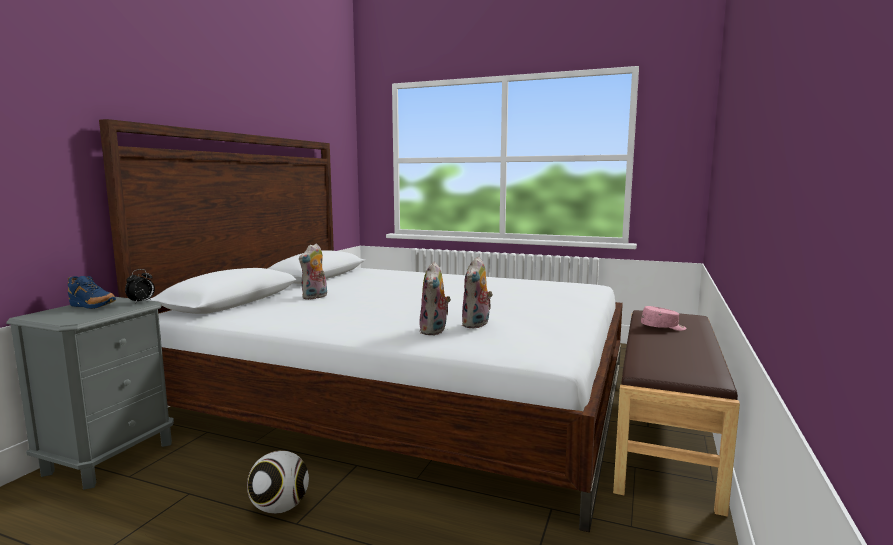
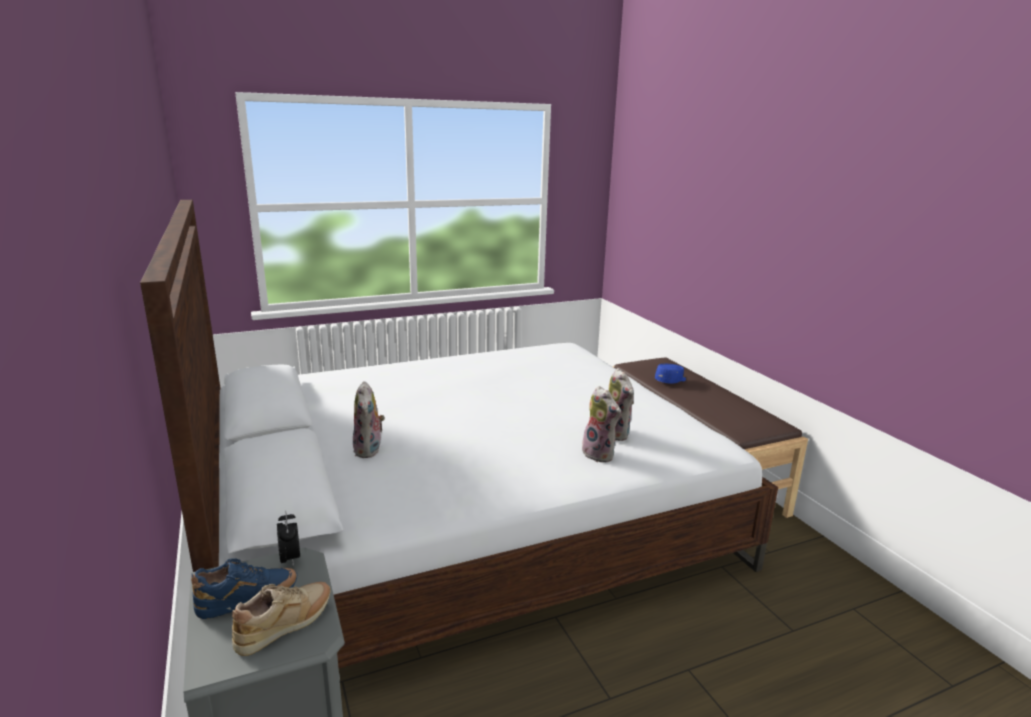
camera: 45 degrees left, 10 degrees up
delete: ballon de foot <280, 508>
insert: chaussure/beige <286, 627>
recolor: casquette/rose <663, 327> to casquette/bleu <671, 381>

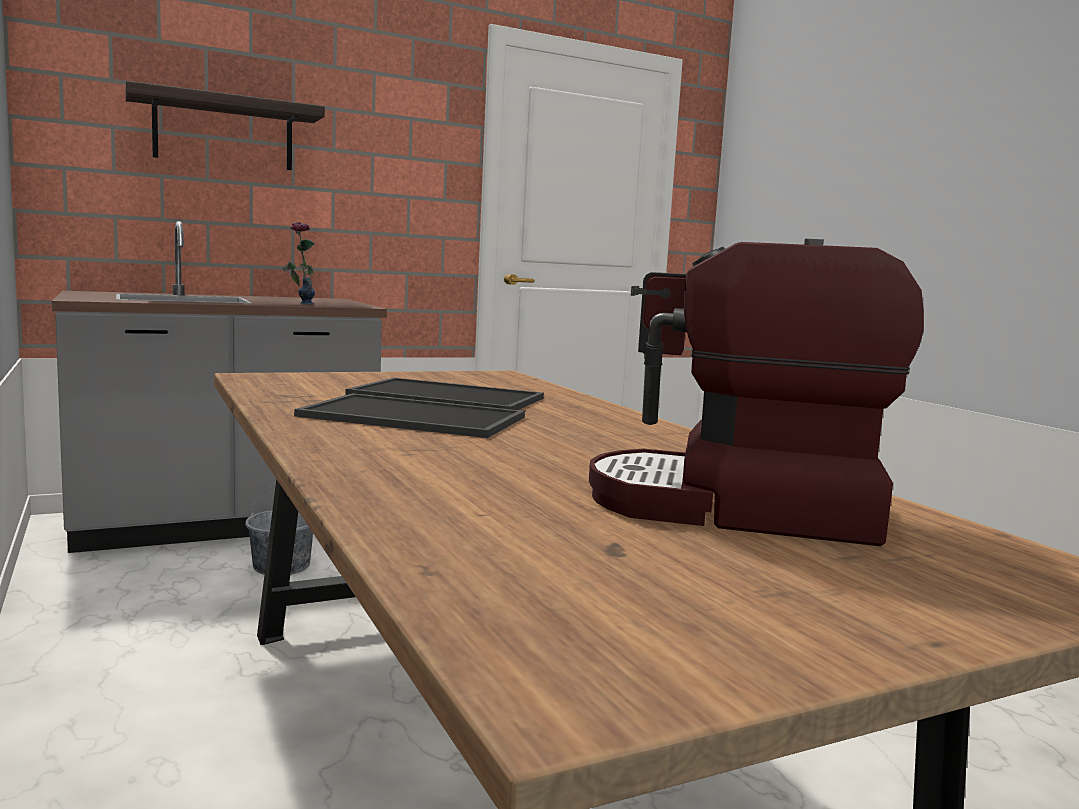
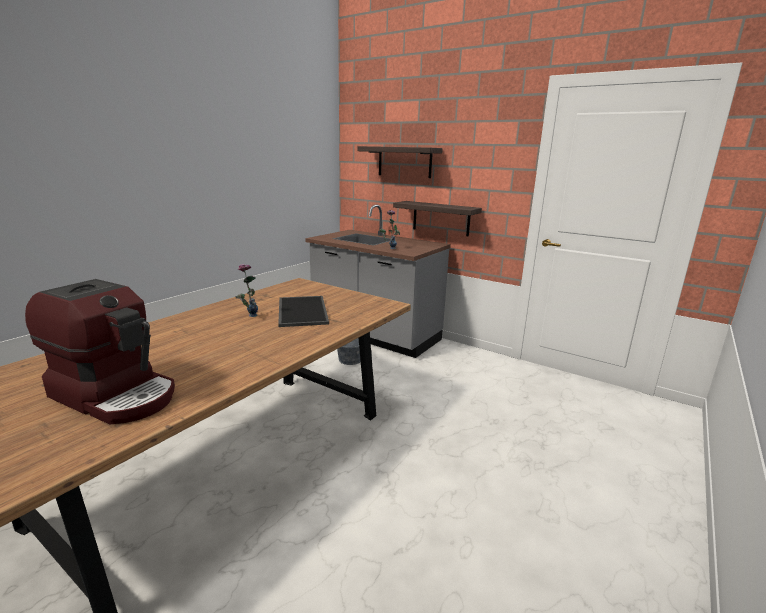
camera: 60 degrees right, 10 degrees up
insert: étagère <441, 218>
replace: plateau <416, 416> to vase <248, 317>
rotate: machine à café <737, 508> = <116, 394> 135 degrees clockwise

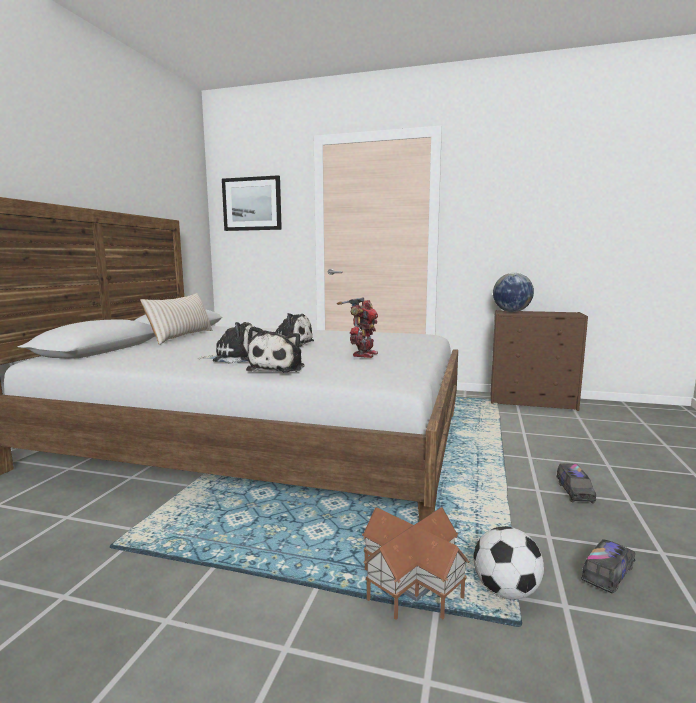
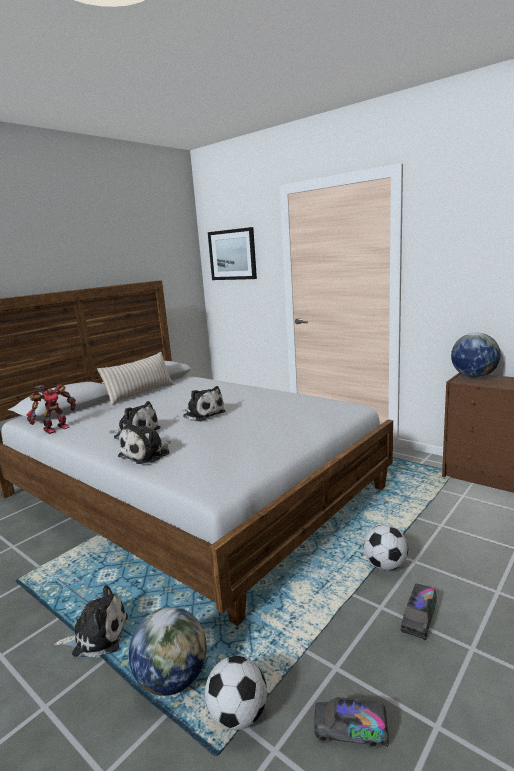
camera: 25 degrees right, 5 degrees up
insert: peluche <97, 635>; ballon de foot <385, 565>
move: robot jouet <363, 354> to <55, 428>
replace: maison miniature <412, 583> to globe <173, 679>
rotate: camion jouet <608, 574> = <350, 731> 150 degrees counterclockwise

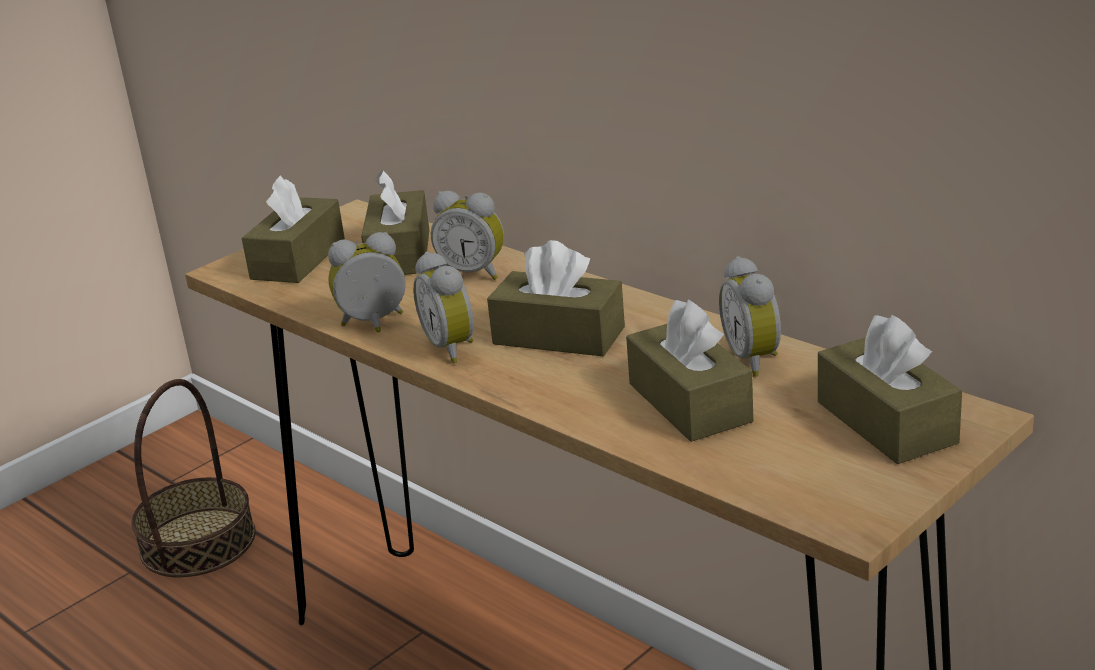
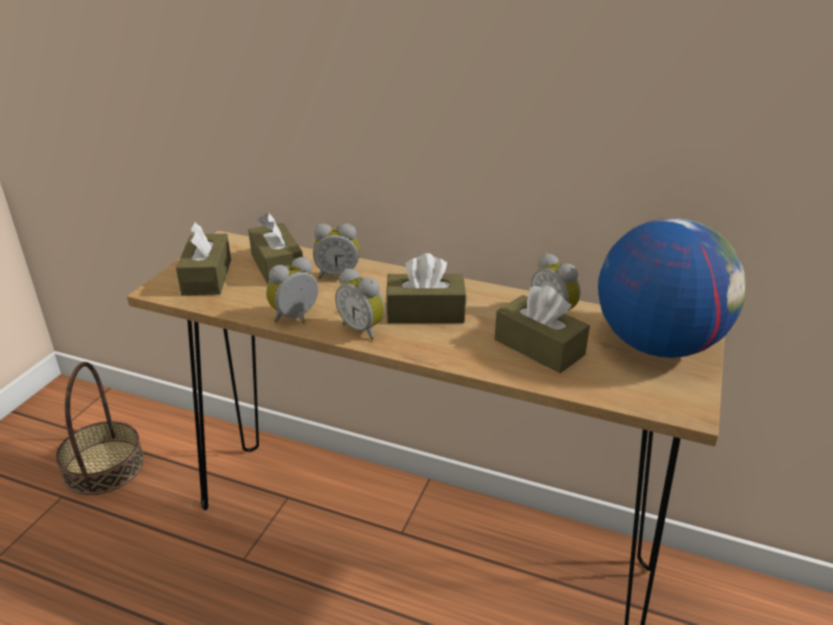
camera: 25 degrees left, 5 degrees up
replace: boîte à mouchoirs/marron <886, 422> to globe <656, 344>

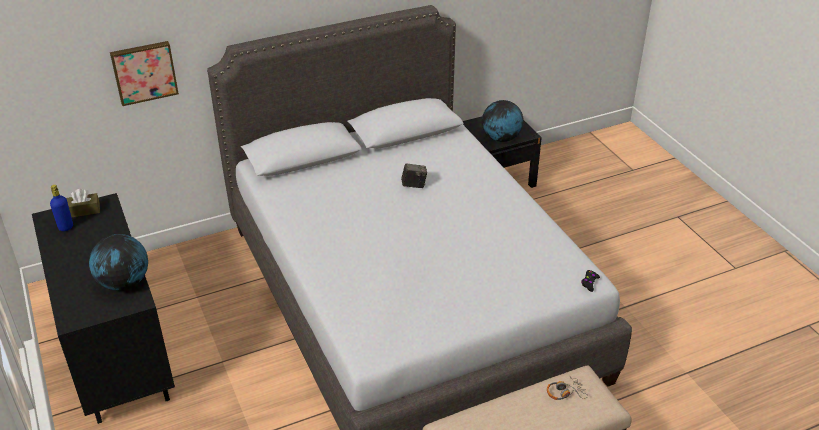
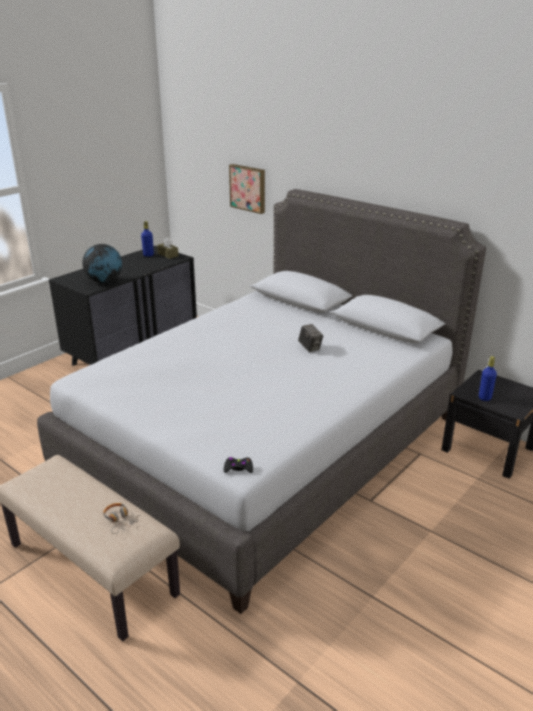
camera: 65 degrees right, 10 degrees down
replace: globe <501, 138> to bouteille/bleu <484, 398>

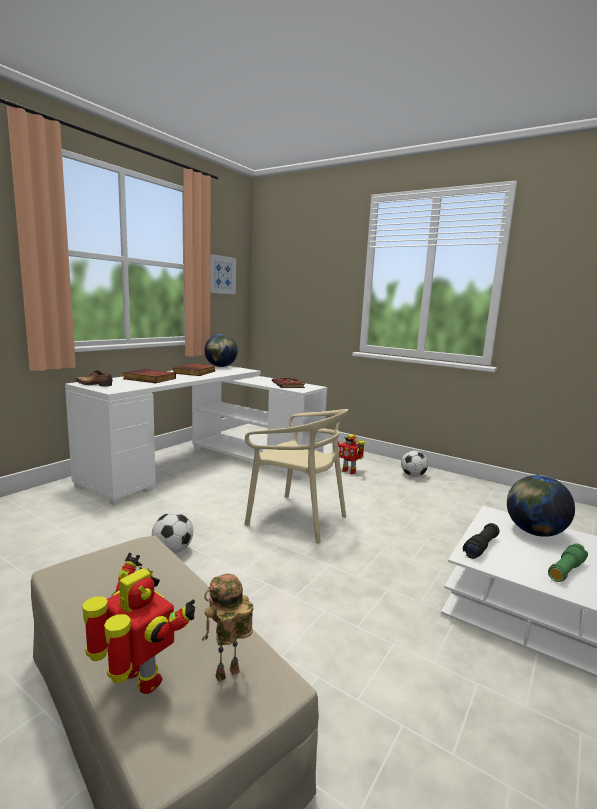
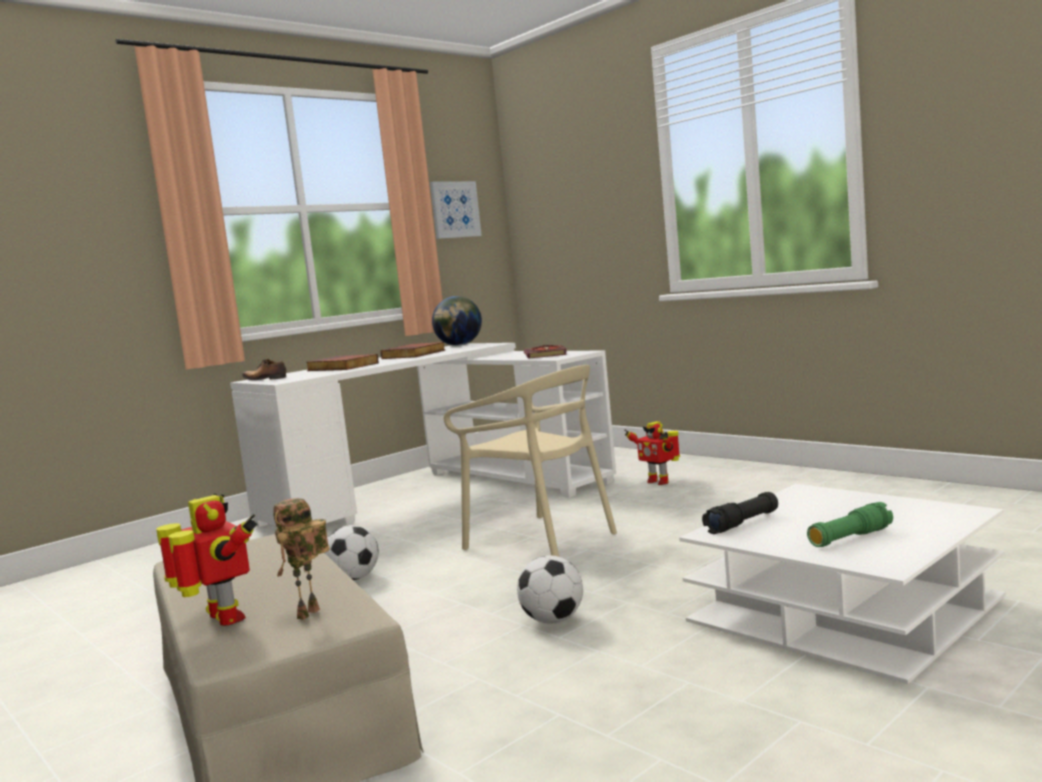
camera: 15 degrees right, 5 degrees down
delete: globe <534, 532>
move: ballon de foot <413, 476> to <553, 620>
rotate: robot jouet <227, 677> = <309, 615> 45 degrees counterclockwise

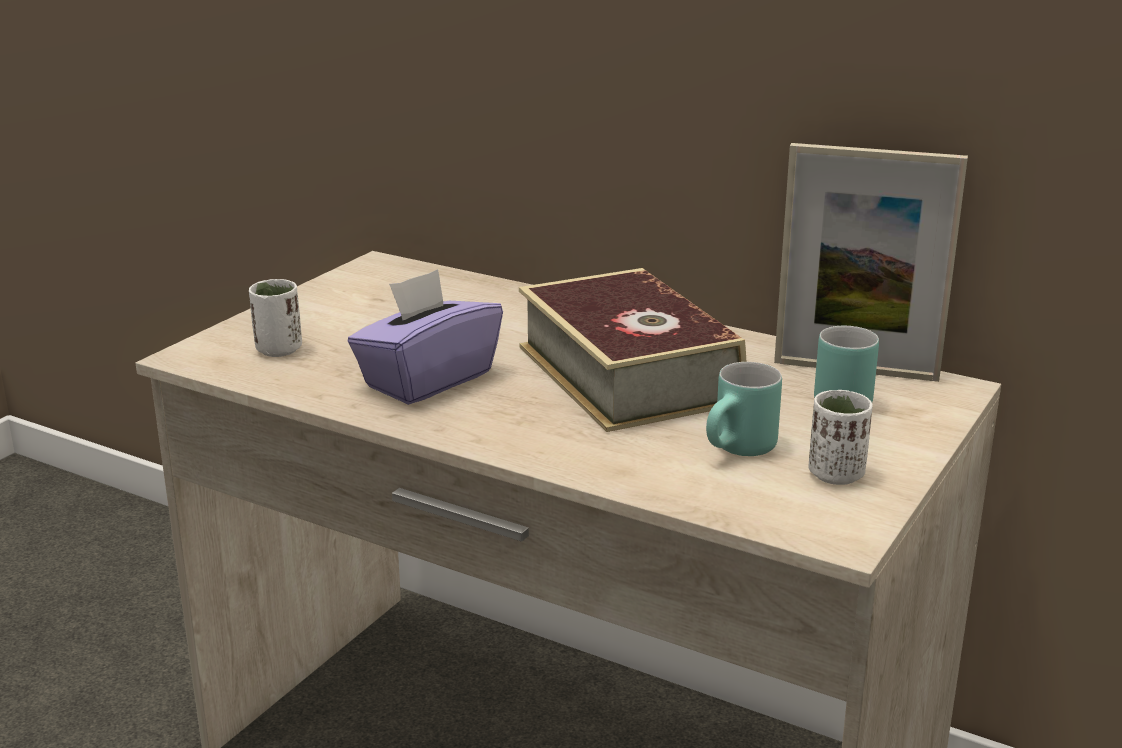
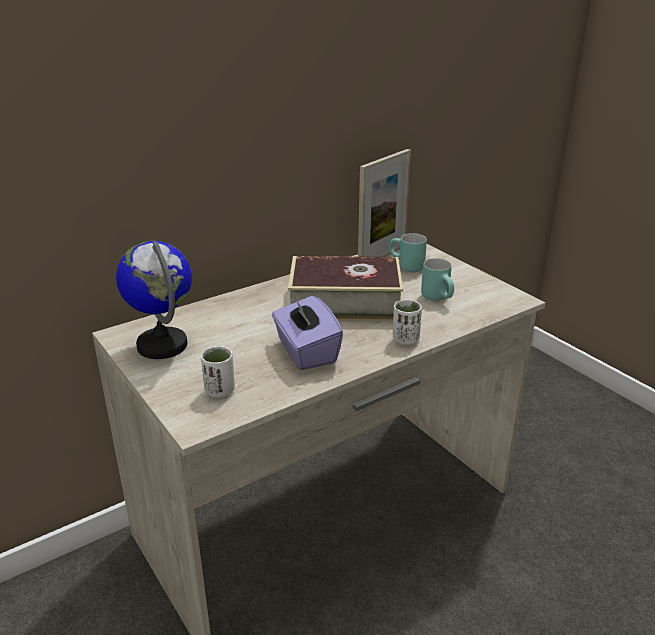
camera: 65 degrees left, 5 degrees up
insert: globe <162, 345>
move: tasse/blanc <836, 474> to <405, 340>

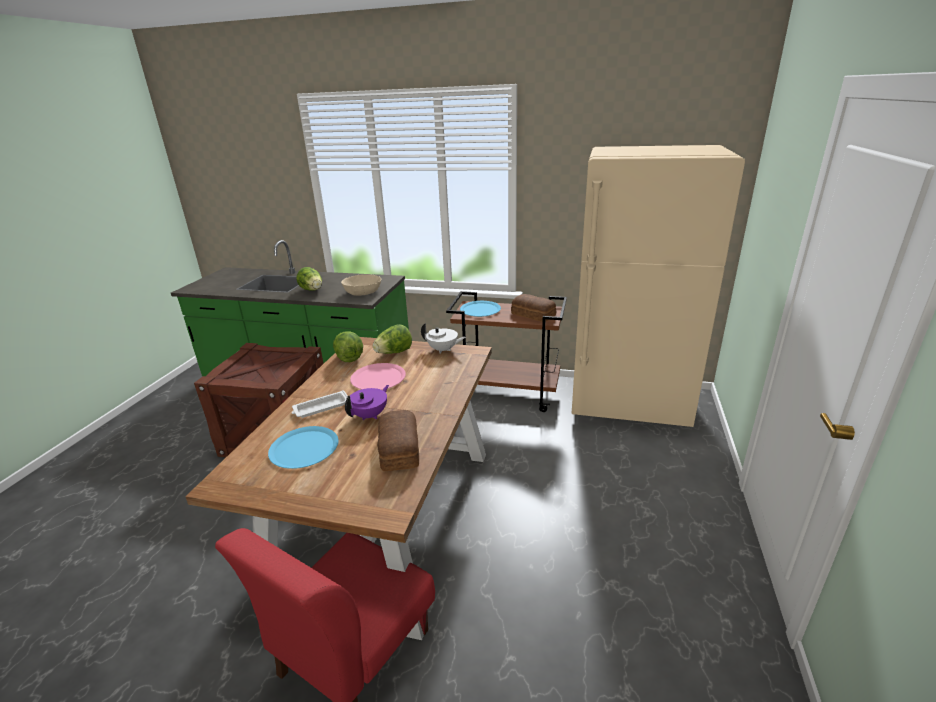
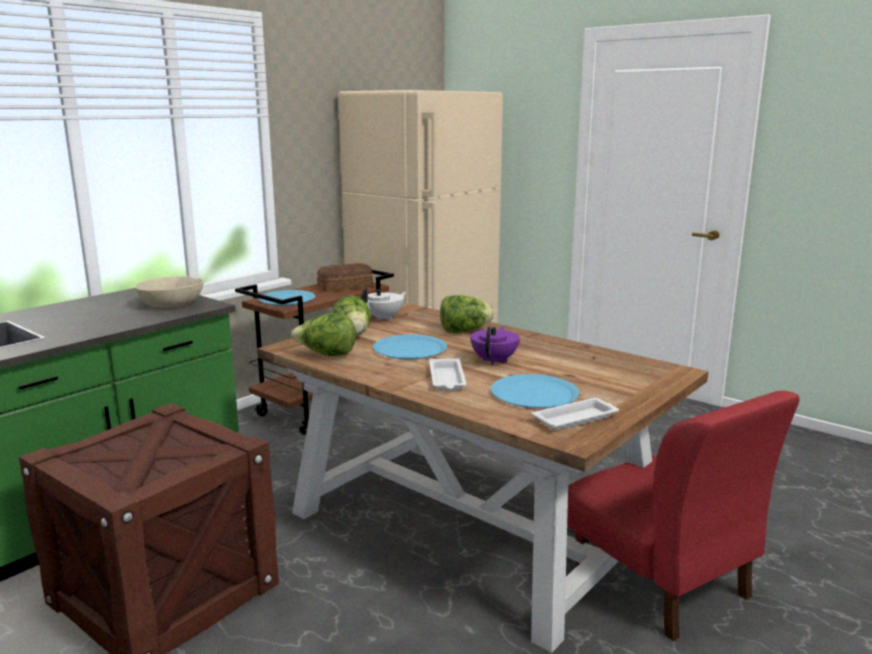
camera: 65 degrees left, 10 degrees down
delete: pain <398, 450>
insert: plateau/blanc <576, 418>
move: laitue <312, 290> to <464, 331>
recolor: assiette/rose <378, 378> to assiette/bleu <410, 349>
rotate: théière/violet <370, 415> = <495, 360> 45 degrees clockwise

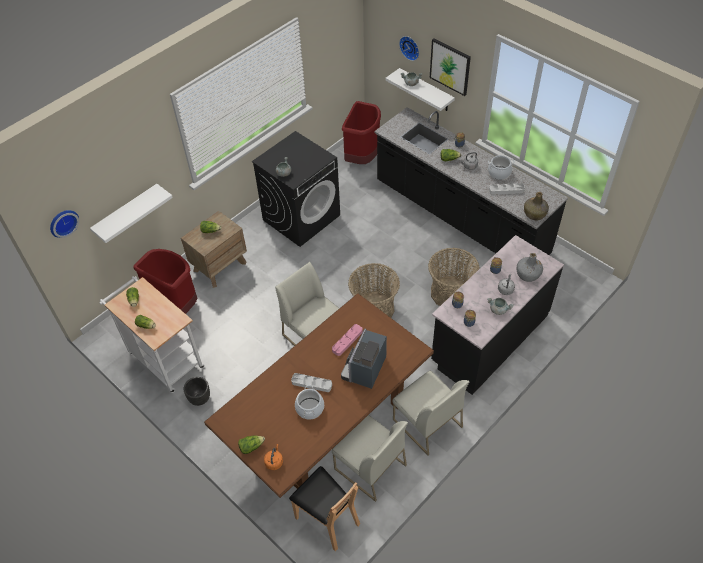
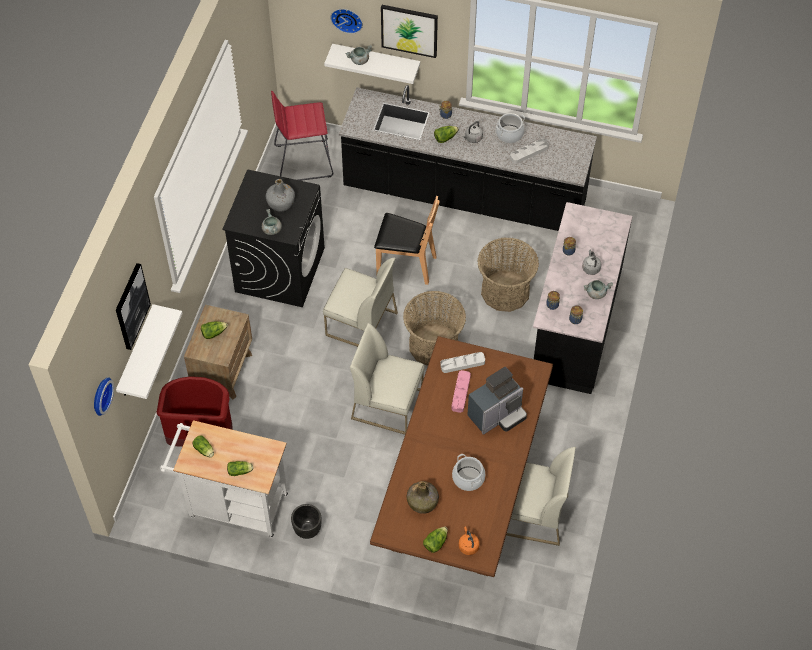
camera: 30 degrees left, 5 degrees up
insert: tableau <131, 306>
move: bouteille/gris <528, 274> to <281, 203>; chaise/blanc <426, 423> to <360, 324>; chaise/marron <327, 519> to <406, 265>; bouteille/vert <535, 214> to <422, 502>; plateau/gris <312, 383> to <462, 364>
replace: poubelle/rouge <362, 157> to tabouret/rouge <303, 161>
rotate: machine à café <364, 370> = <497, 415> 120 degrees counterclockwise

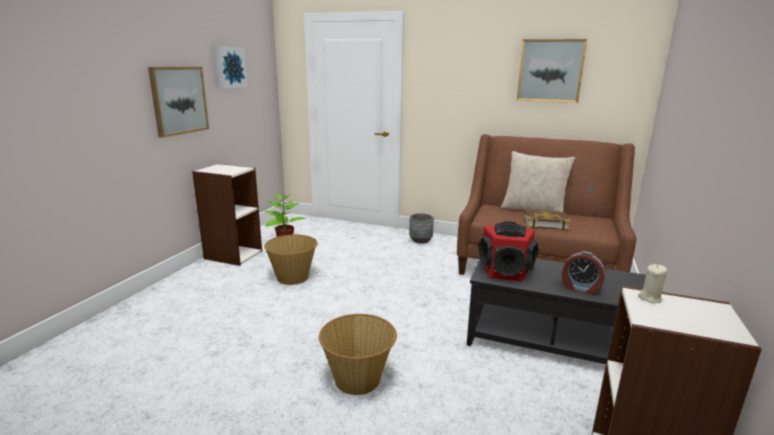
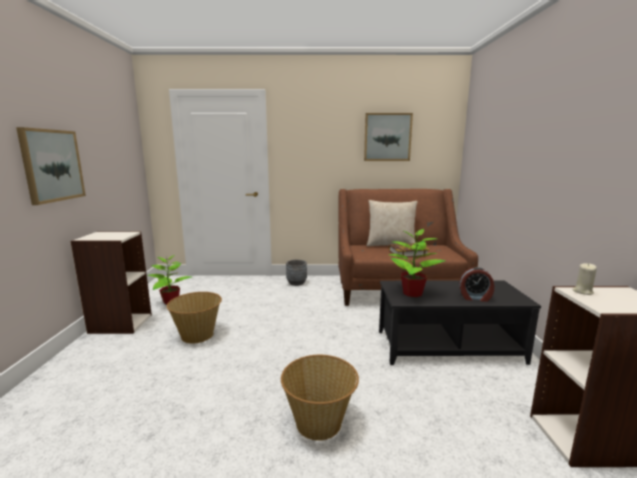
camera: 20 degrees left, 5 degrees down
delete: tableau <229, 67>
replace: enceinte <506, 270> to plante en pot <411, 293>

